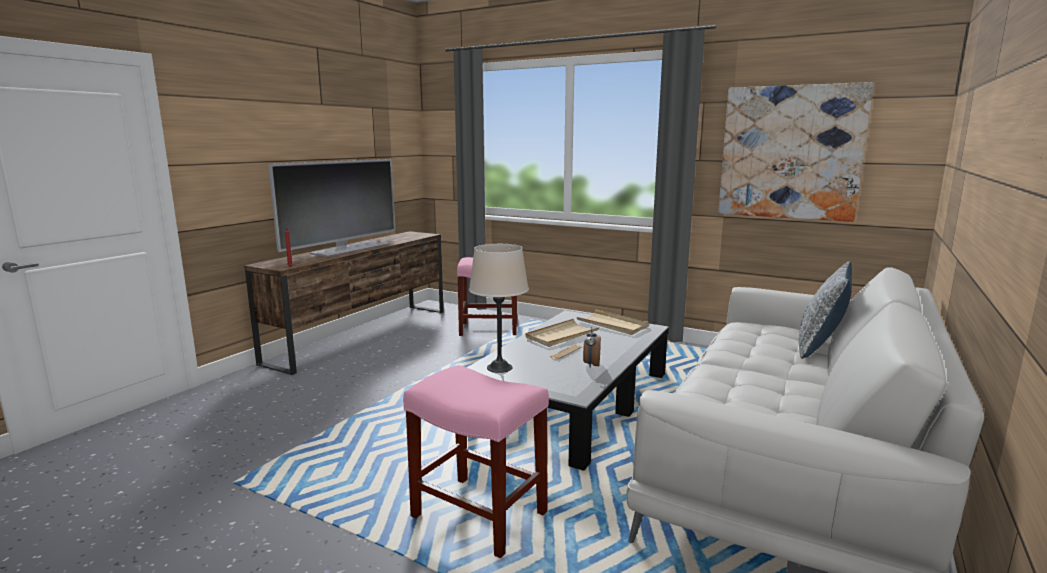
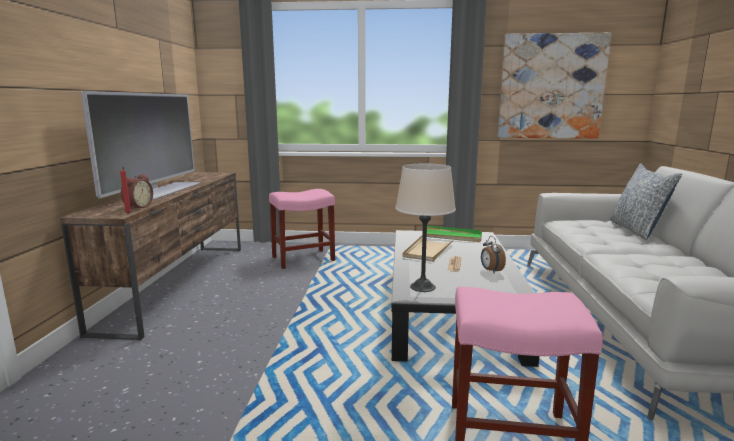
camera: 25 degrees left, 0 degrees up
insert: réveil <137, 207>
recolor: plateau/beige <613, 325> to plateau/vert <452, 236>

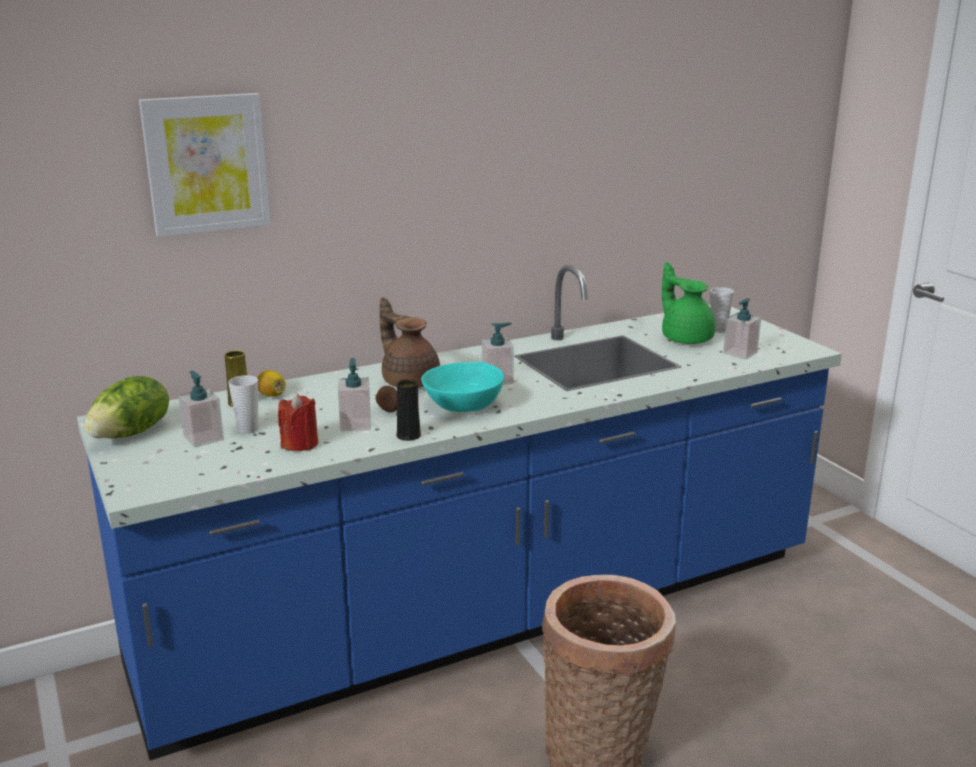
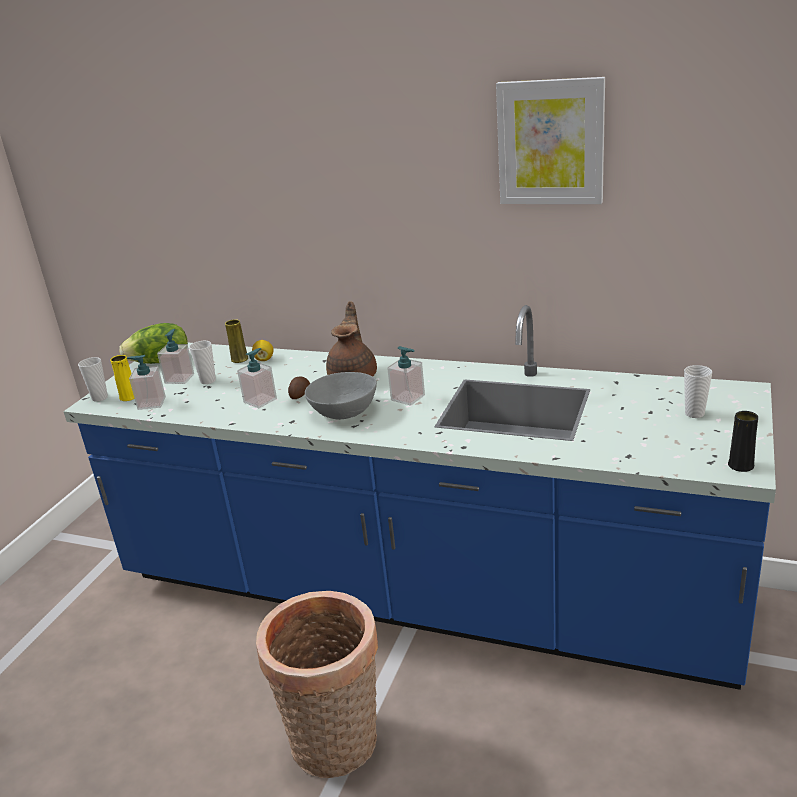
camera: 50 degrees right, 5 degrees up
delete: bougie/rouge <300, 444>; théière/vert <685, 338>
insert: tasse <100, 398>; vase/jaune <129, 397>
move: distributeur de savon <740, 353> to <151, 403>; tableau <206, 164> to <551, 142>; vase/noir <408, 435> to <740, 465>
recolor: bol/turquoise <463, 405> to bol/gris <343, 411>

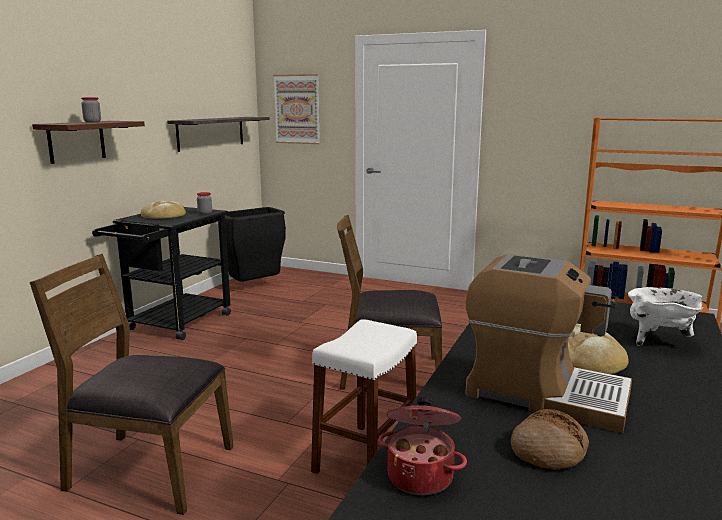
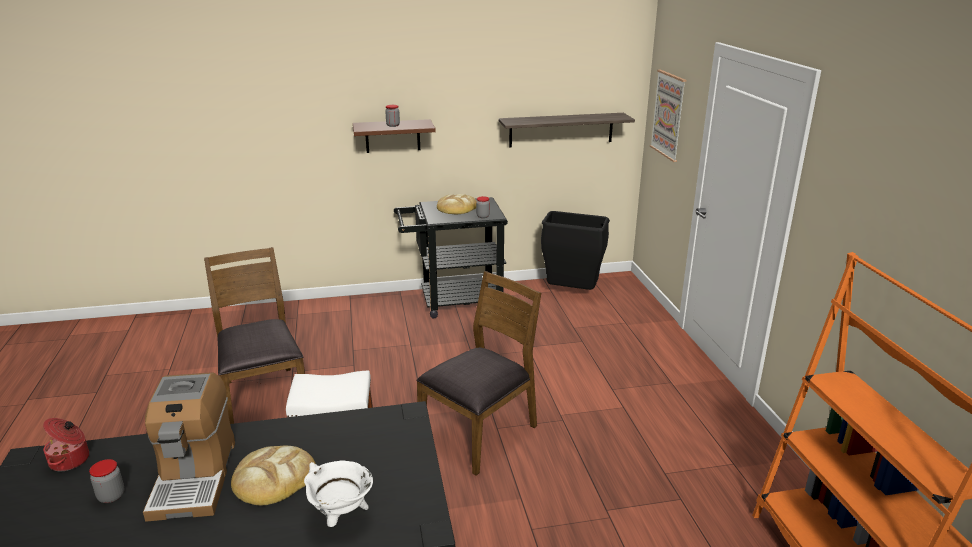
camera: 55 degrees right, 10 degrees up
replace: pain <548, 450> to bocal <111, 496>
rotate: chaise/marron <389, 373> = <480, 432> 75 degrees clockwise

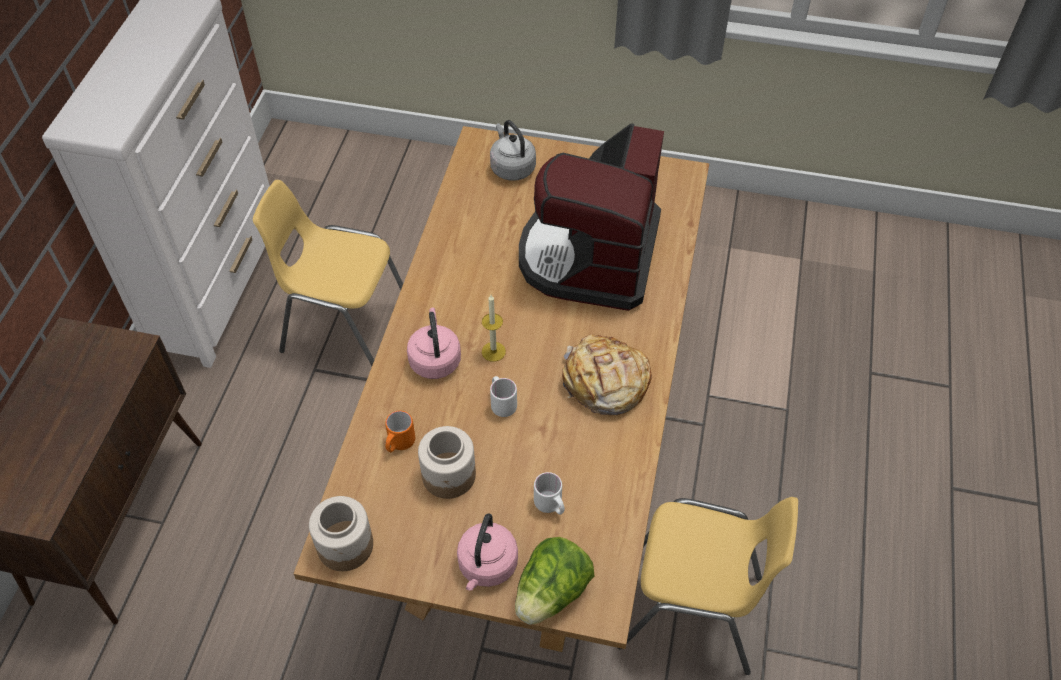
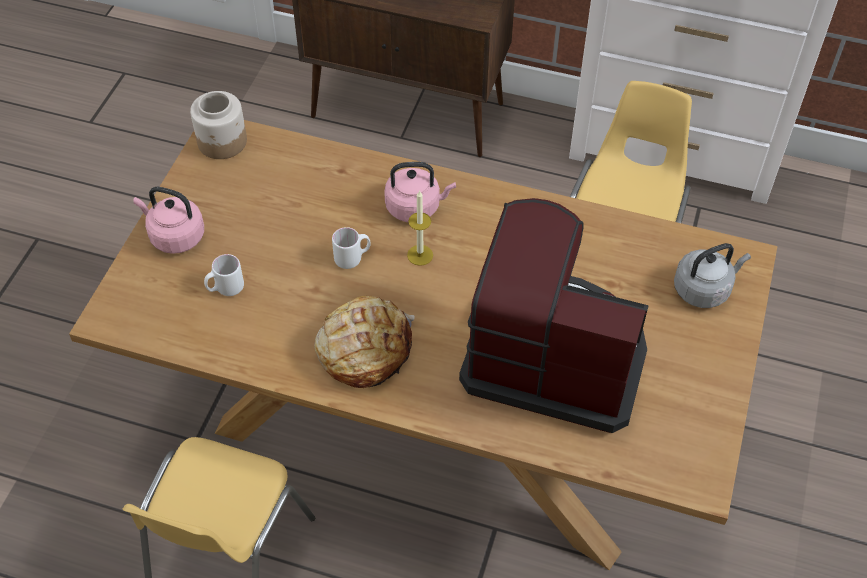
camera: 95 degrees right, 0 degrees up
delete: mug/orange <399, 444>; bocal <449, 476>; laitue <552, 593>

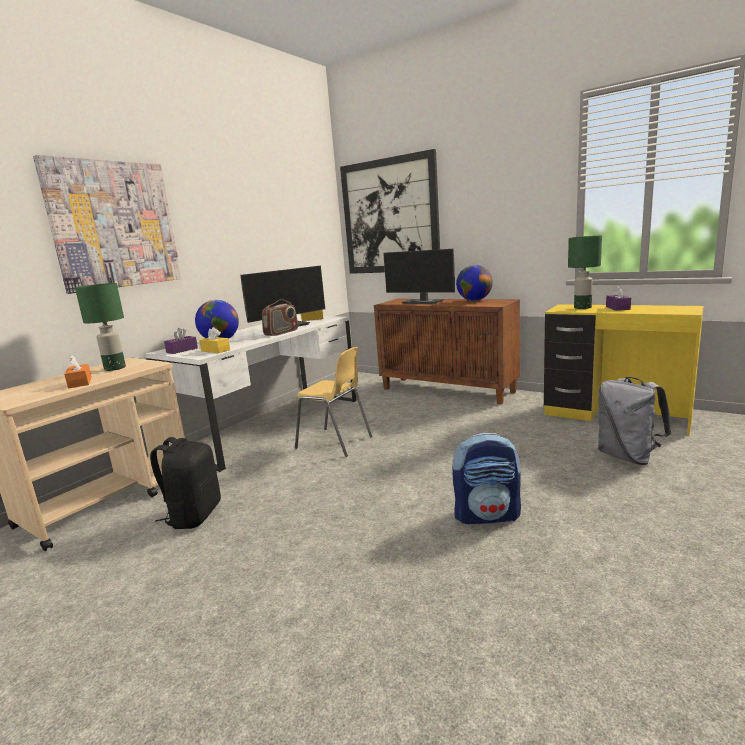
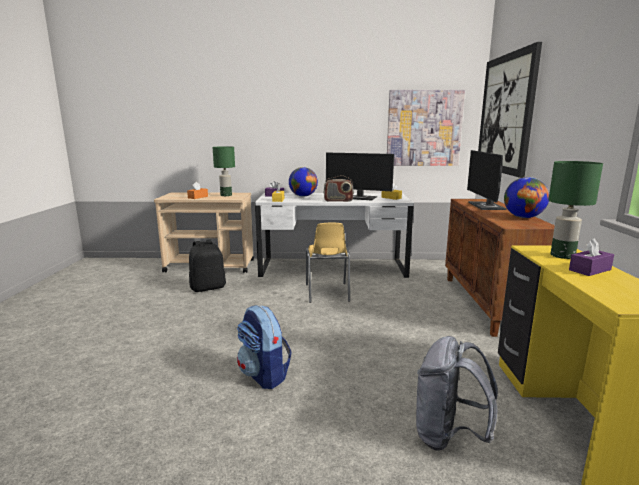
camera: 55 degrees right, 0 degrees up
move: tableau <114, 225> to <424, 128>

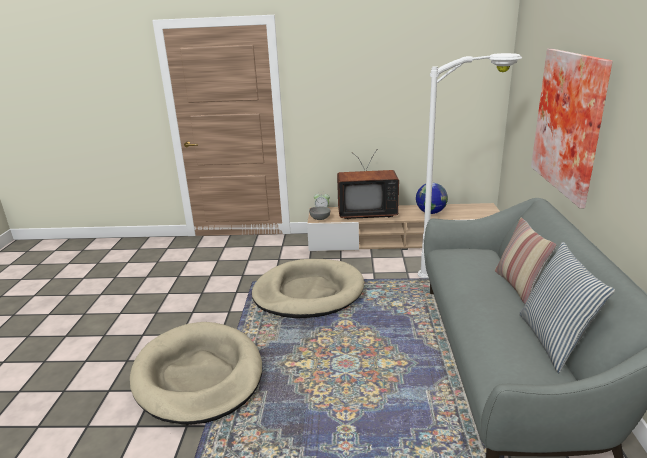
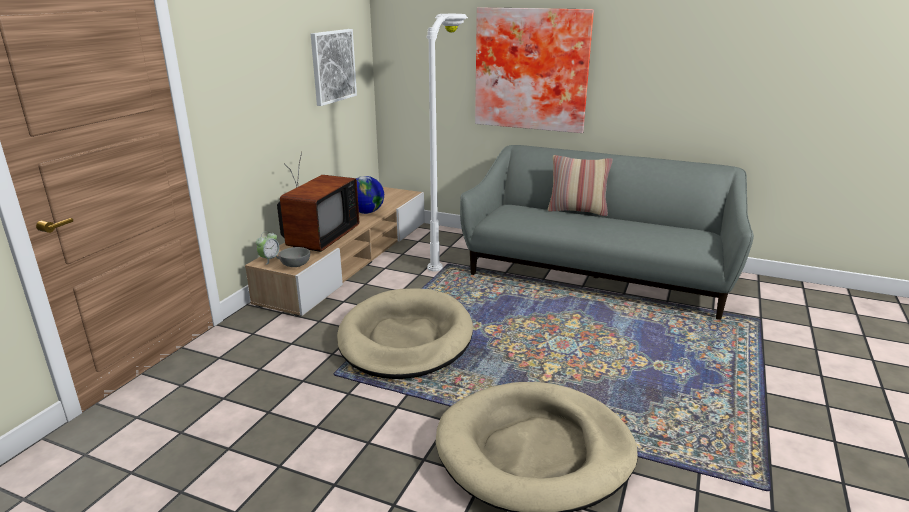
camera: 70 degrees left, 0 degrees up
delete: coussin <554, 341>
insert: tableau <333, 66>

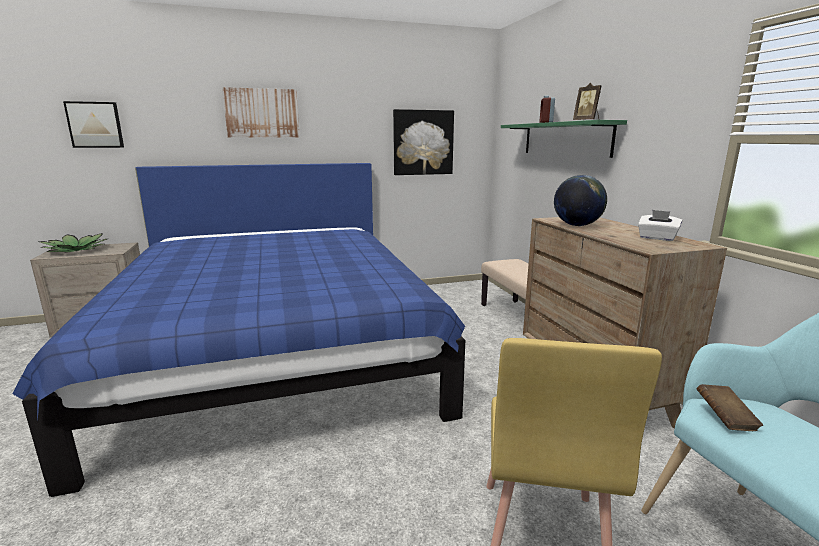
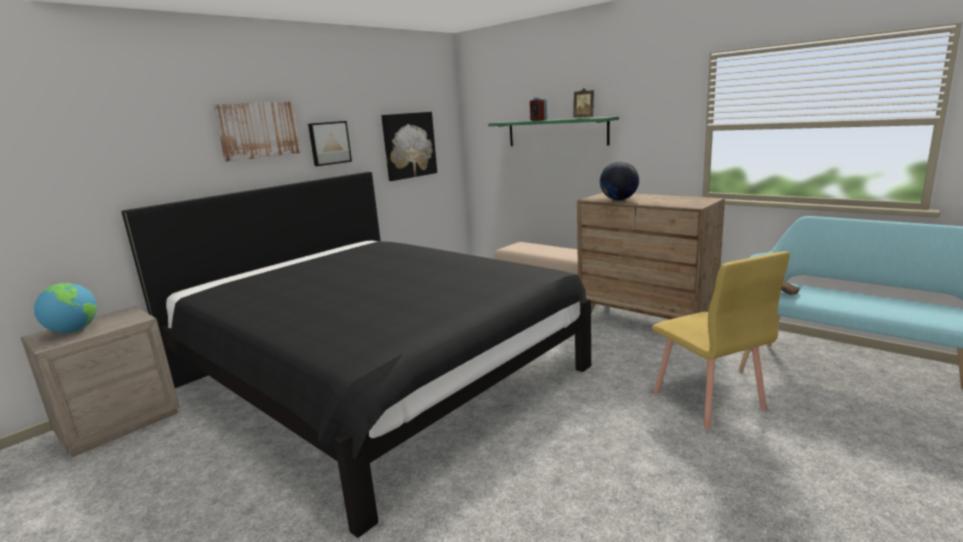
camera: 30 degrees left, 0 degrees up
delete: boîte à mouchoirs/blanc <657, 238>
move: tableau <95, 125> to <329, 143>
replace: plante en pot <77, 250> to globe <73, 331>
recolor: lit/bleu <275, 353> to lit/noir <376, 378>

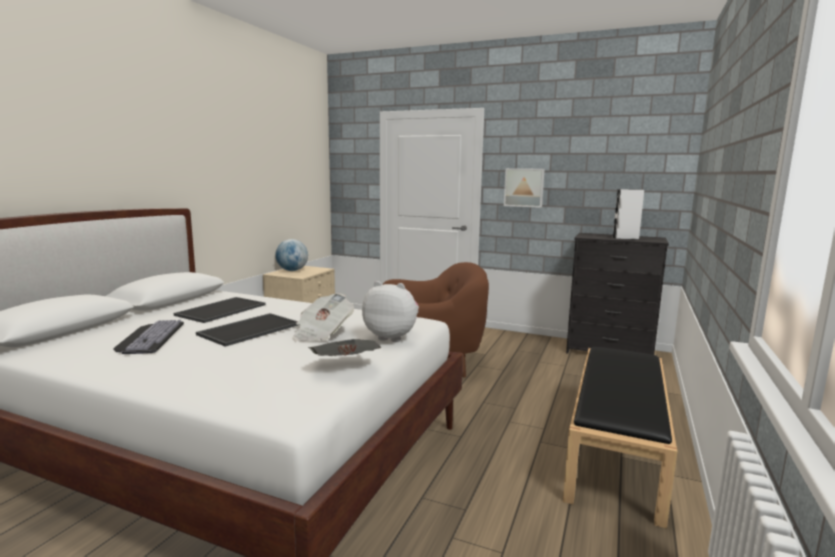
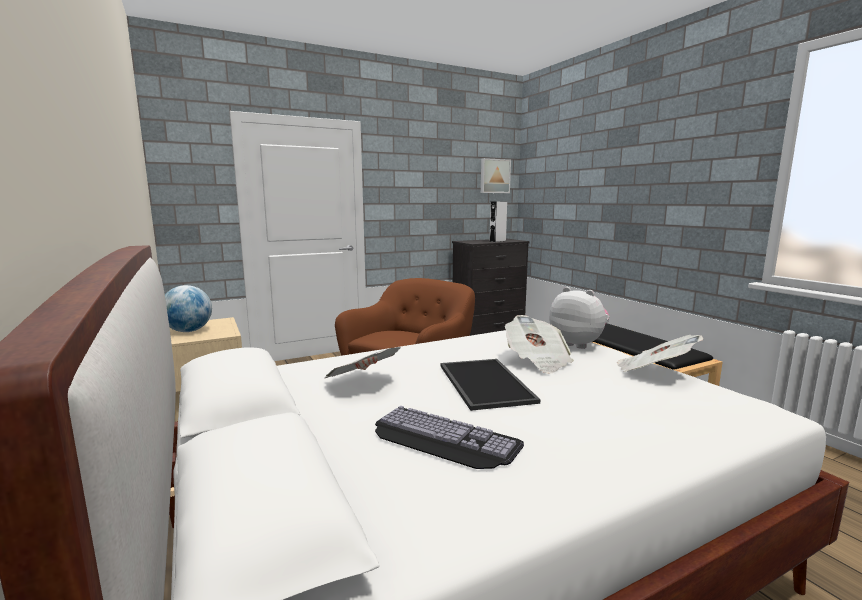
camera: 50 degrees left, 0 degrees up
move: tableau <524, 187> to <494, 176>
replace: plateau <221, 309> to journal <362, 383>
rotate: peluche <392, 337> = <578, 344> 75 degrees clockwise

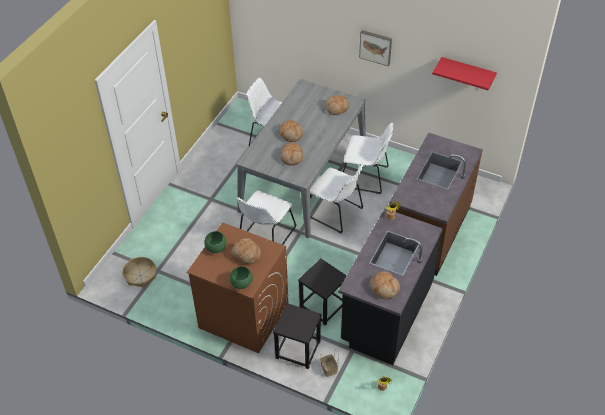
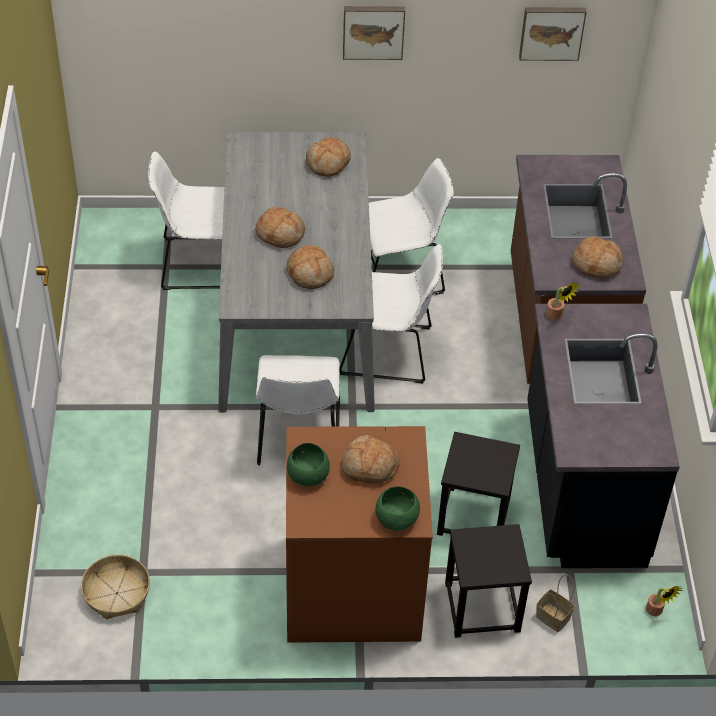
camera: 30 degrees left, 0 degrees up
move: pain <384, 288> to <597, 264>
replace: étagère/rouge <467, 73> to tableau <551, 32>

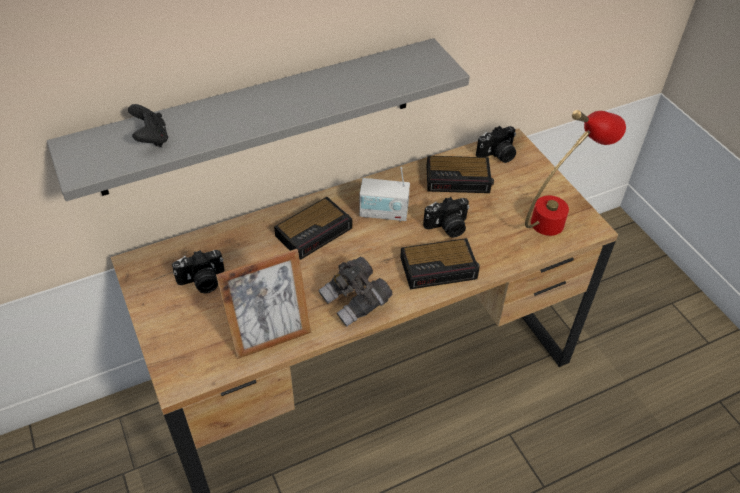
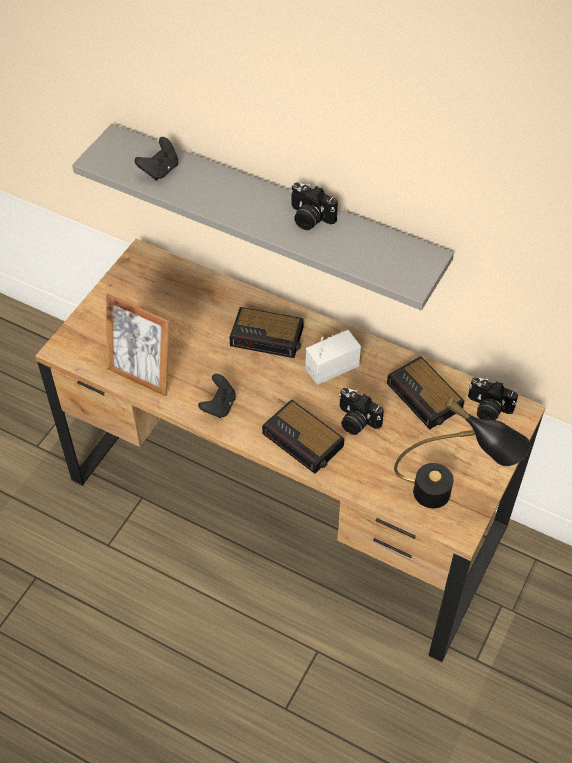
camera: 55 degrees right, 5 degrees up
move: appareil photo <202, 282> to <309, 218>
replace: jumelles/gris <355, 301> to manette/noir <219, 406>
recolor: lampe de table/rouge <558, 216> to lampe de table/noir <450, 497>
rotate: radio <384, 213> = <331, 368> 90 degrees clockwise

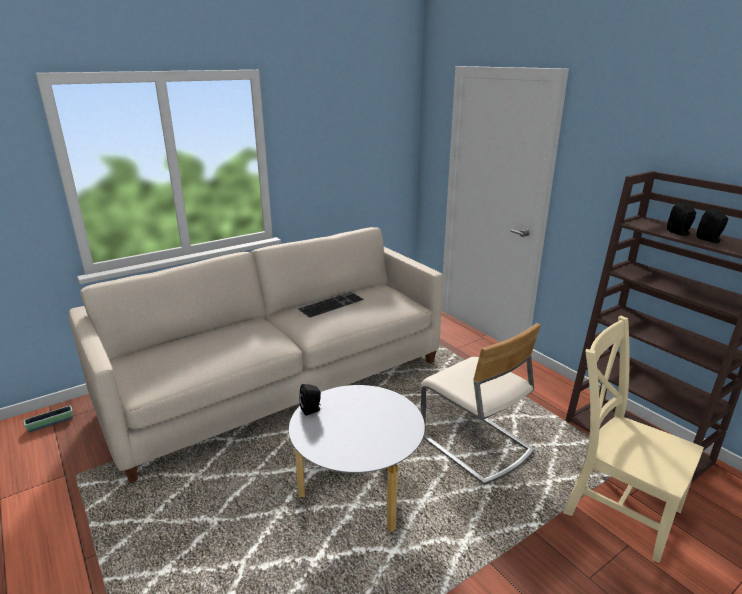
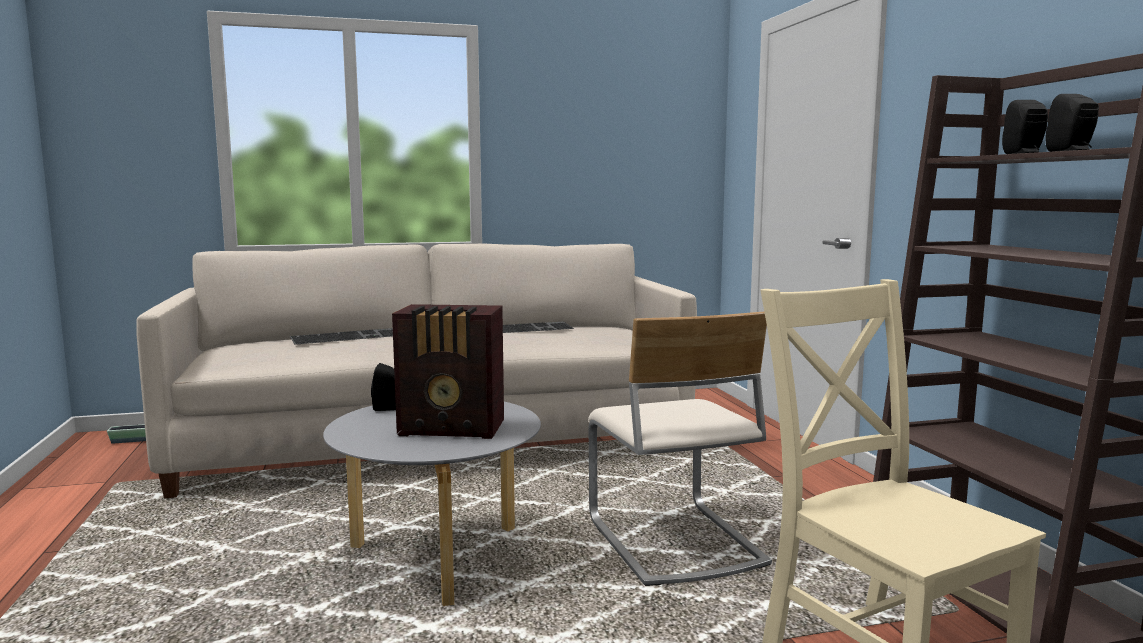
camera: 20 degrees right, 15 degrees down
insert: clavier <347, 336>; radio <454, 429>

